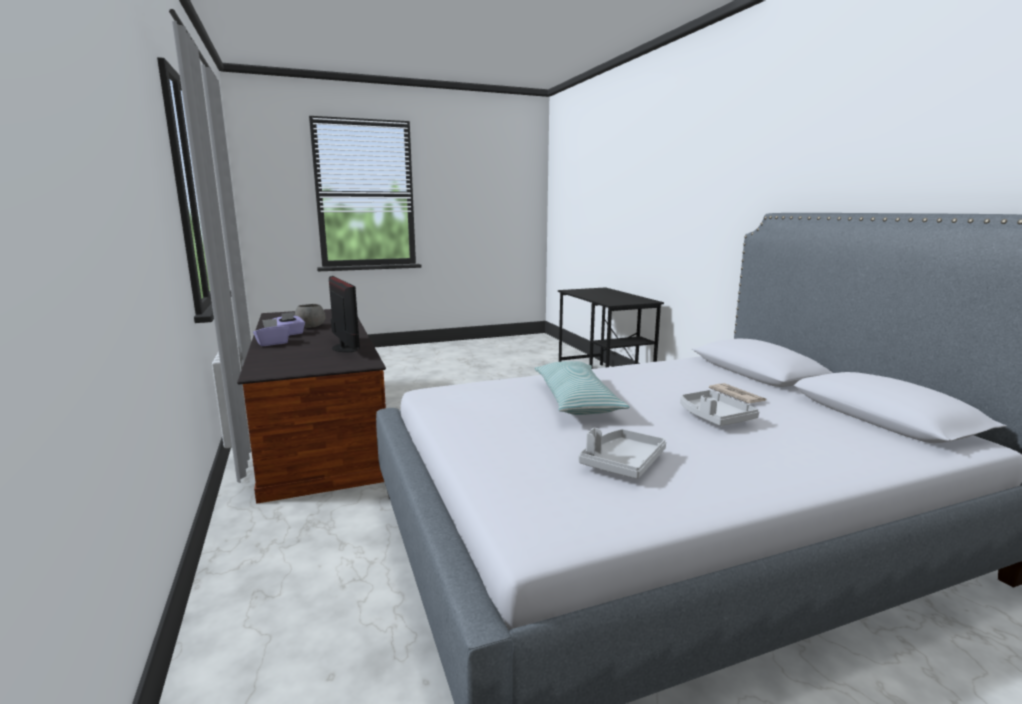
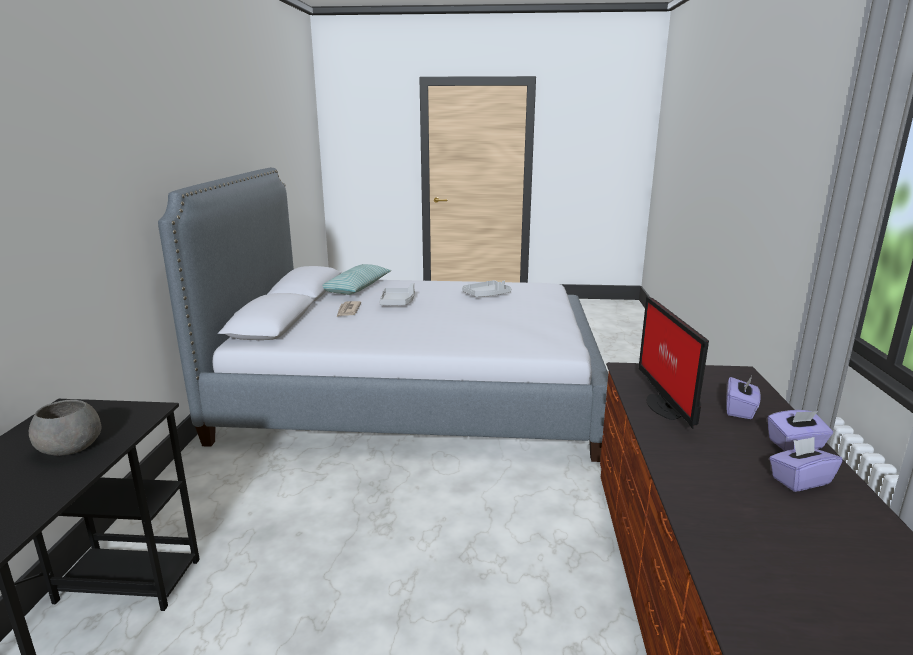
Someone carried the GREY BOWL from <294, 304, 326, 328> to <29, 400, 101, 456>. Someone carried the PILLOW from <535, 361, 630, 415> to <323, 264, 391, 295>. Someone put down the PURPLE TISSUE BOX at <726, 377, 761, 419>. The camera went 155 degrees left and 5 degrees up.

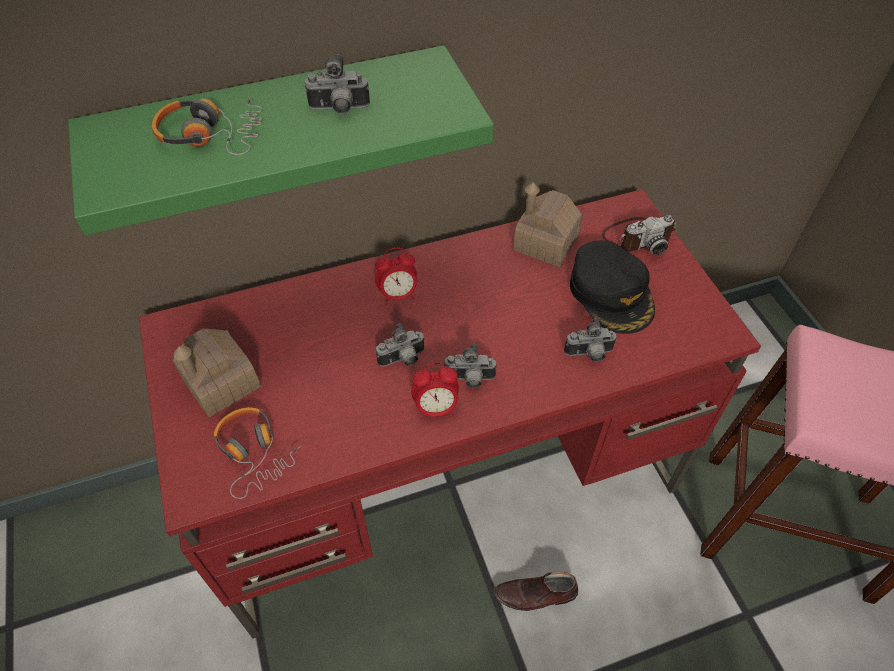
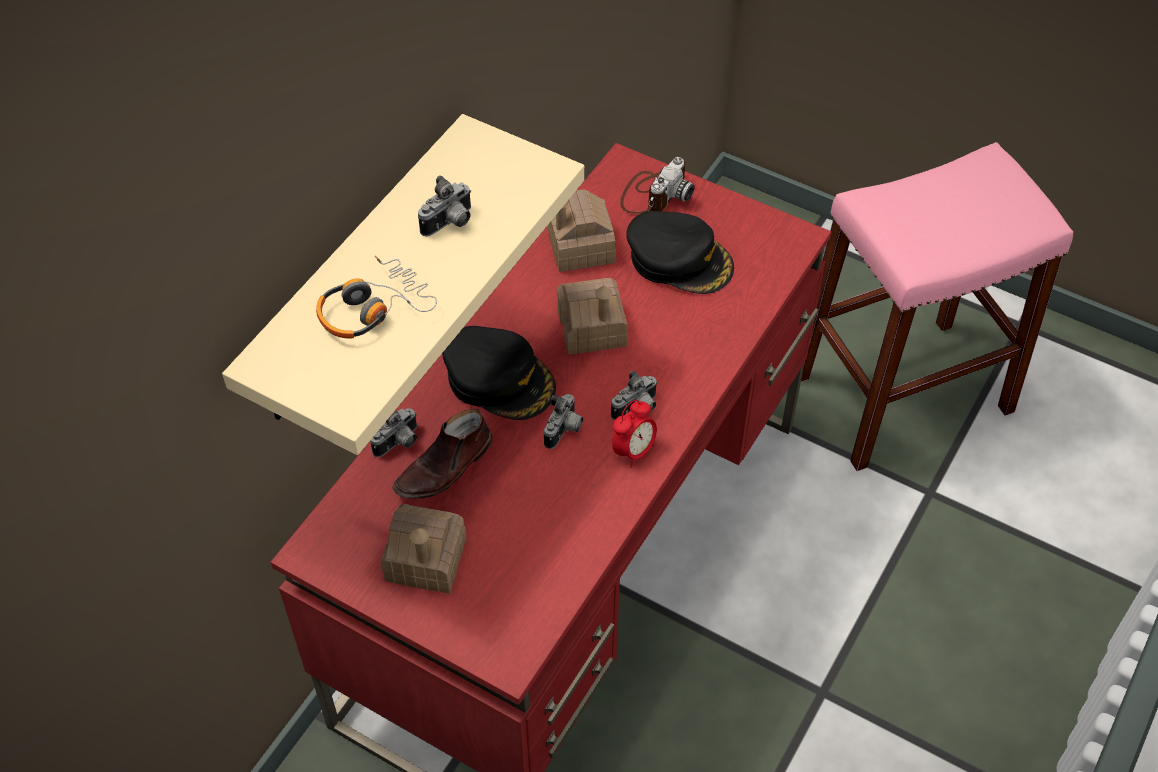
Someone repainted the GREEN SHELF at <68, 45, 494, 235>, which became the BEIGE SHELF at <222, 114, 584, 455>. Someone took away the HEADPHONES at <214, 407, 301, 499>. Someone swapped the ALARM CLOCK at <375, 248, 417, 305> for the BLACK CAP at <442, 326, 556, 420>. Someone carried the BROWN SHOE from <494, 571, 578, 611> to <392, 409, 492, 499>. Someone carried the PHOTO CAMERA from <564, 318, 617, 362> to <370, 408, 417, 457>. Someone put down the TOY HOUSE at <557, 278, 627, 355>. The camera went 40 degrees left and 0 degrees up.

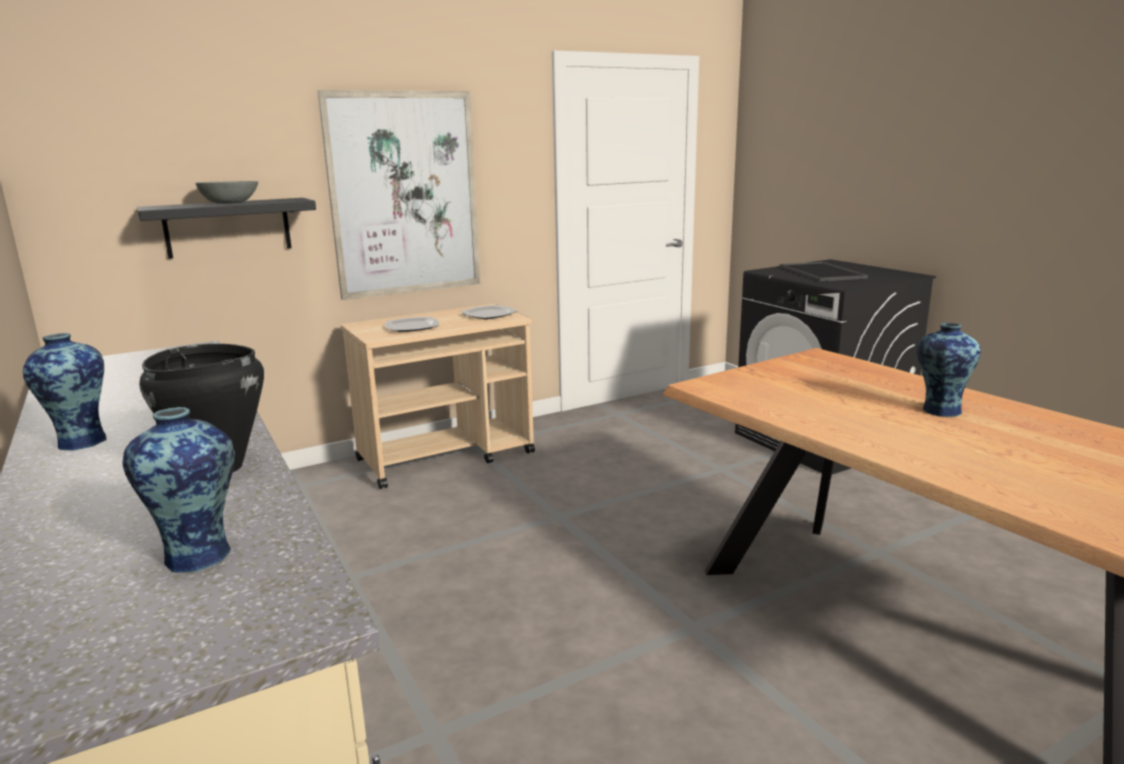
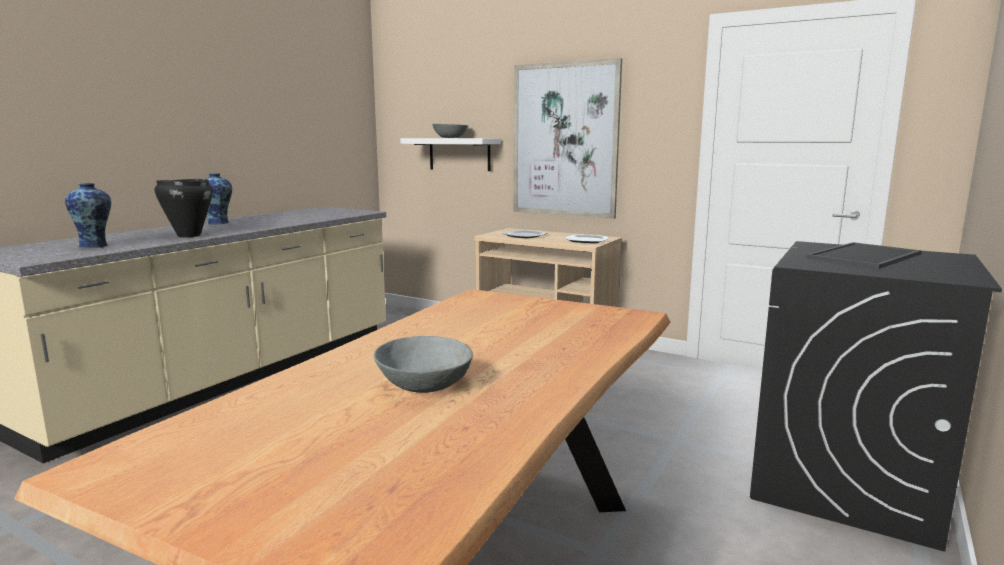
Someone repainted the BLACK SHELF at <137, 198, 316, 259>, which became the WHITE SHELF at <400, 138, 501, 171>. Someone took away the VASE at <917, 323, 981, 417>. Someone put down the GREY BOWL at <374, 336, 473, 393>. The camera went 60 degrees right and 5 degrees down.

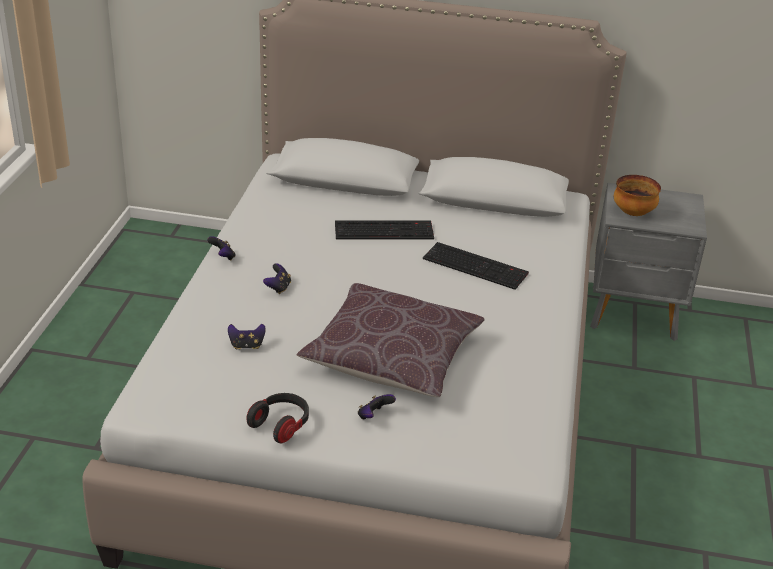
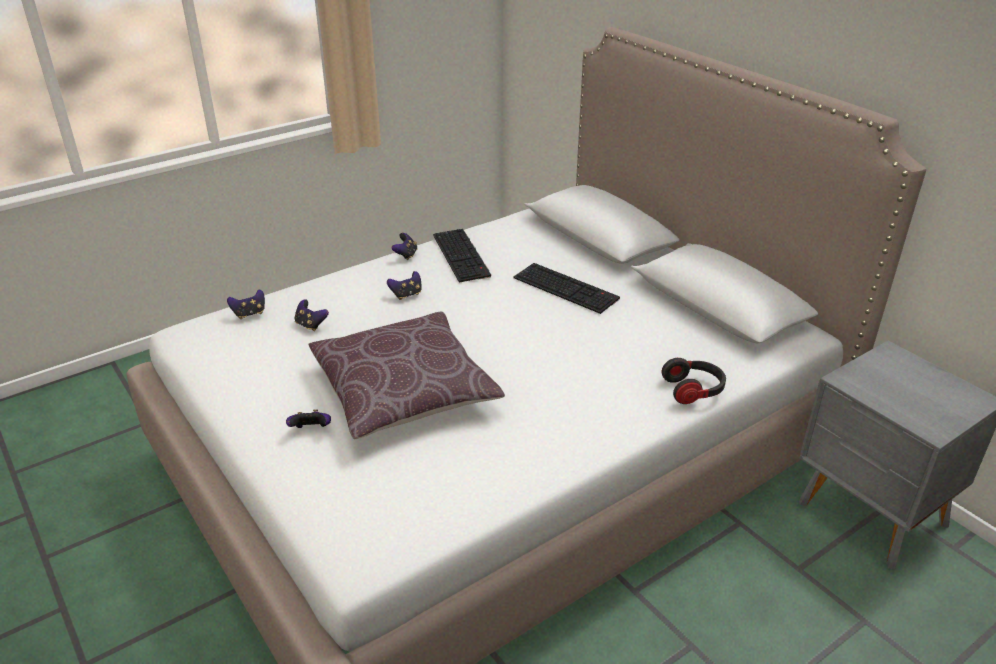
Someone carried the HEADPHONES from <246, 393, 309, 443> to <662, 358, 726, 404>. Someone carried the KEYBOARD from <423, 242, 529, 290> to <433, 229, 491, 282>. Someone took away the BOWL at <614, 175, 661, 216>. Someone put down the GAME CONTROLLER at <227, 289, 265, 319>. The camera went 45 degrees right and 0 degrees up.

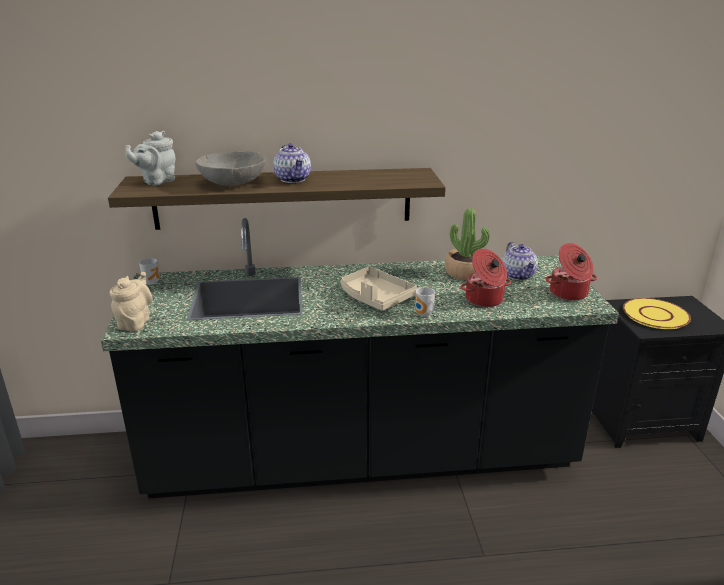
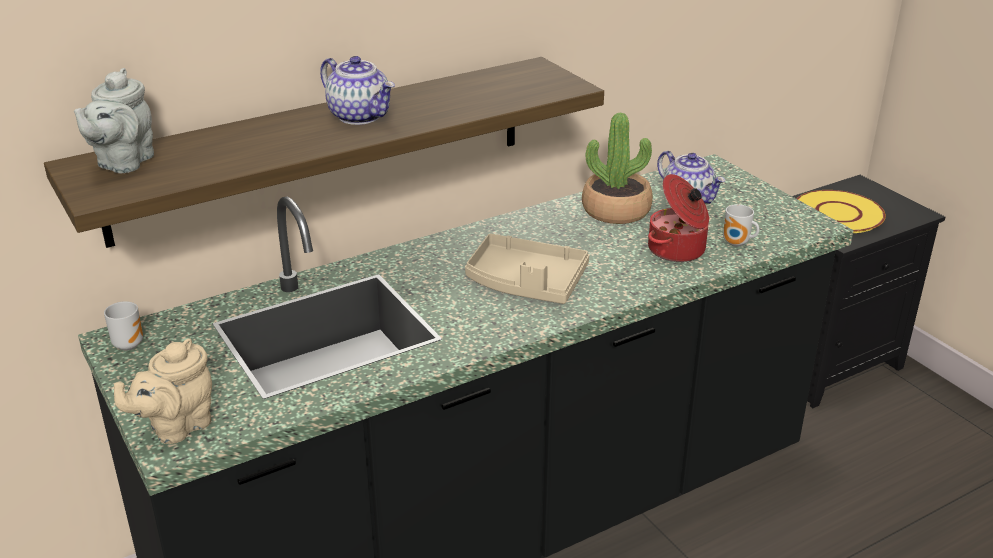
Someone rotated the BEIGE TEAPOT at <110, 272, 153, 331> by 120 degrees counterclockwise. Someone took away the GREY BOWL at <196, 151, 266, 185>. Someone carried the MUG from <415, 287, 435, 317> to <723, 204, 759, 247>. Someone took away the COOKING POT at <545, 243, 597, 301>. The camera went 25 degrees left and 5 degrees up.

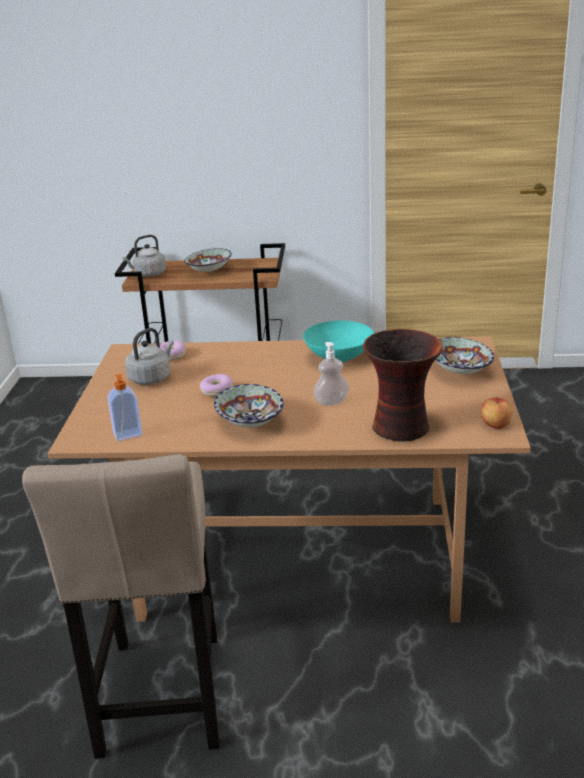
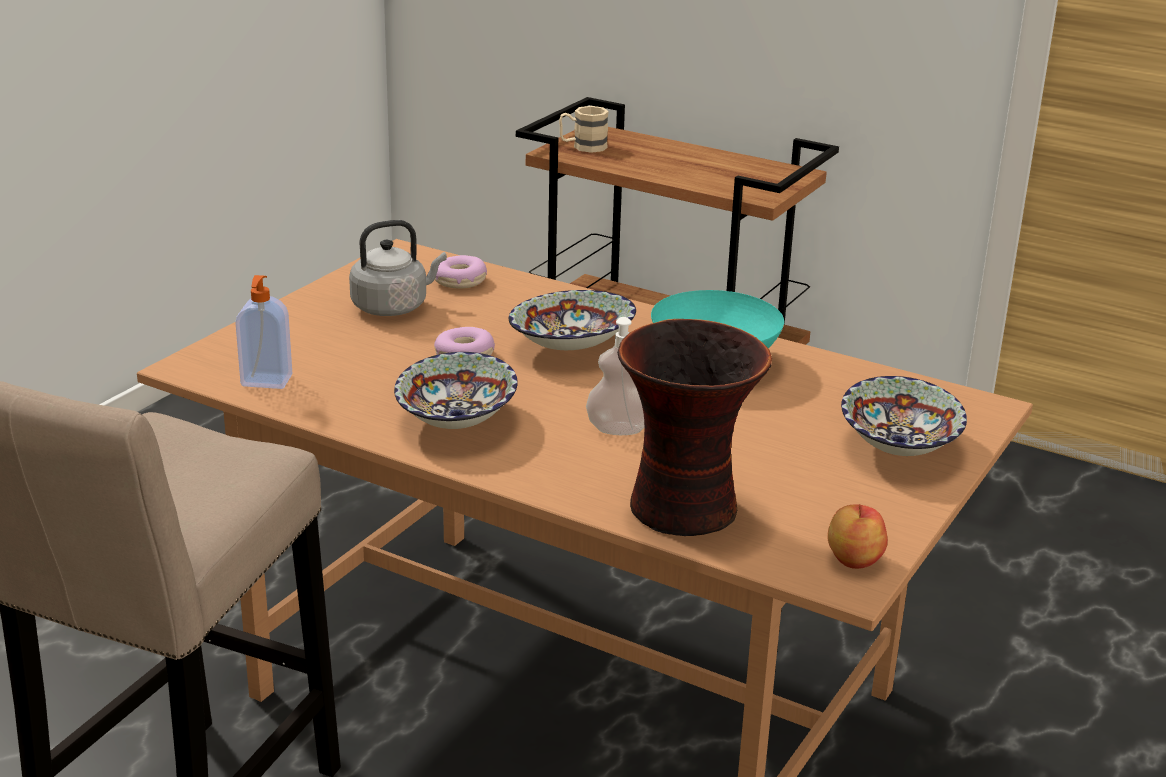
Someone swapped the GREY KETTLE at <123, 235, 166, 277> for the BEIGE MUG at <559, 106, 609, 153>. Someone carried the BOWL from <184, 248, 232, 272> to <509, 290, 636, 350>. The camera went 25 degrees right and 0 degrees up.

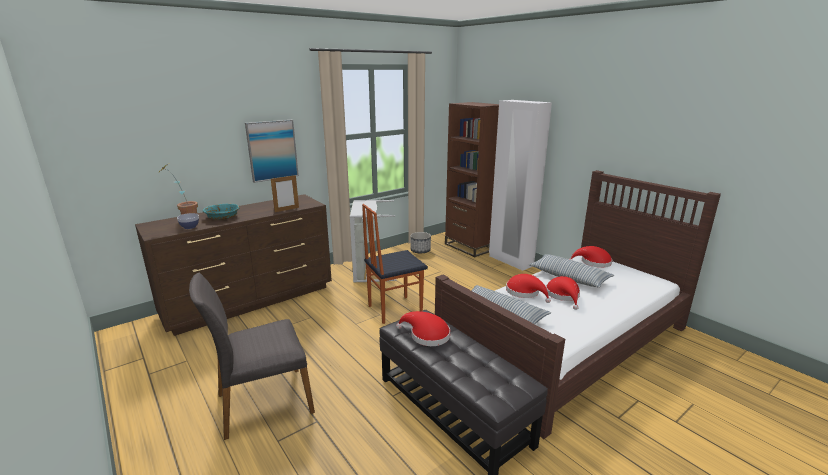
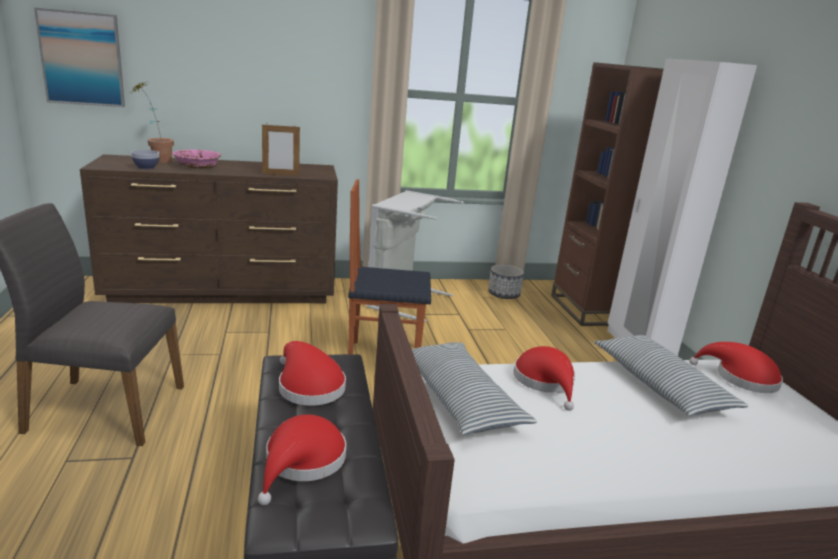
Someone repainted the TURQUOISE BOWL at <203, 203, 239, 220>, which became the PINK BOWL at <173, 150, 221, 168>. Someone carried the PICTURE from <245, 120, 299, 183> to <34, 7, 125, 107>. Someone carried the RED HAT from <546, 276, 580, 310> to <258, 414, 346, 505>. The camera went 25 degrees right and 0 degrees up.

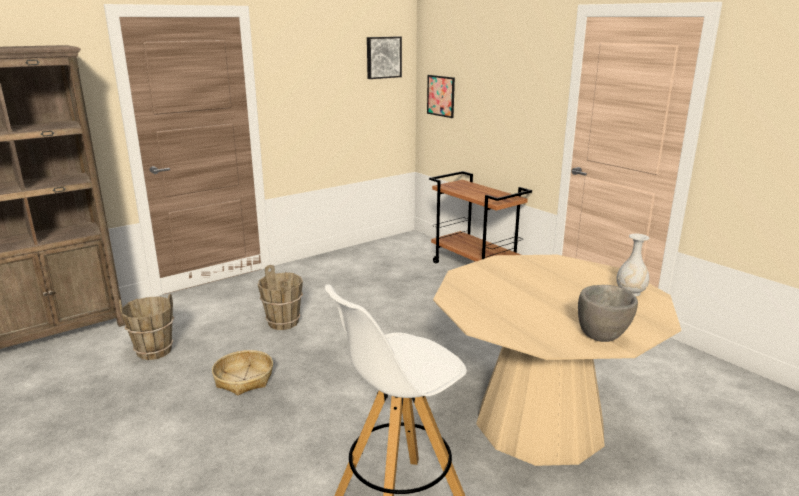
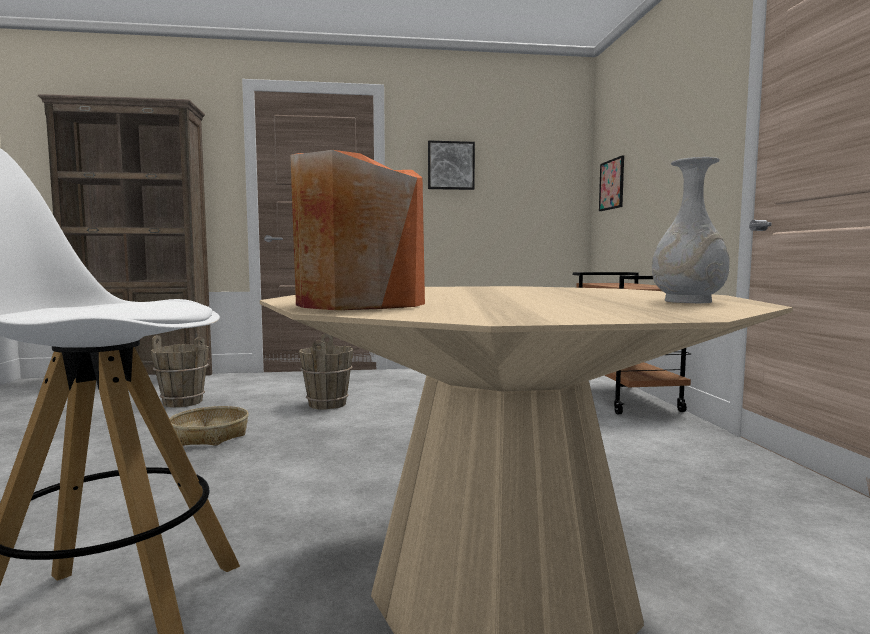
Someone carried the PICTURE from <367, 36, 402, 79> to <428, 141, 475, 190>. Someone took away the GREY BOWL at <578, 285, 638, 342>. Someone put down the ORANGE VASE at <290, 150, 425, 310>. The camera went 30 degrees right and 15 degrees down.

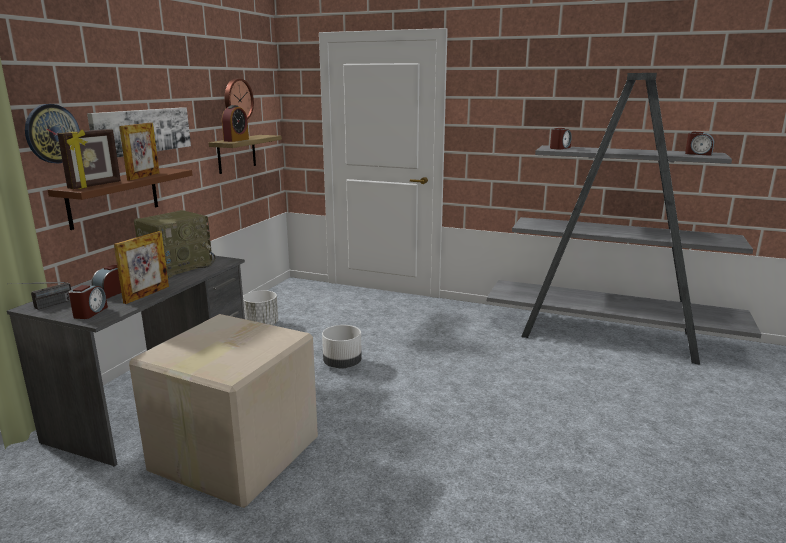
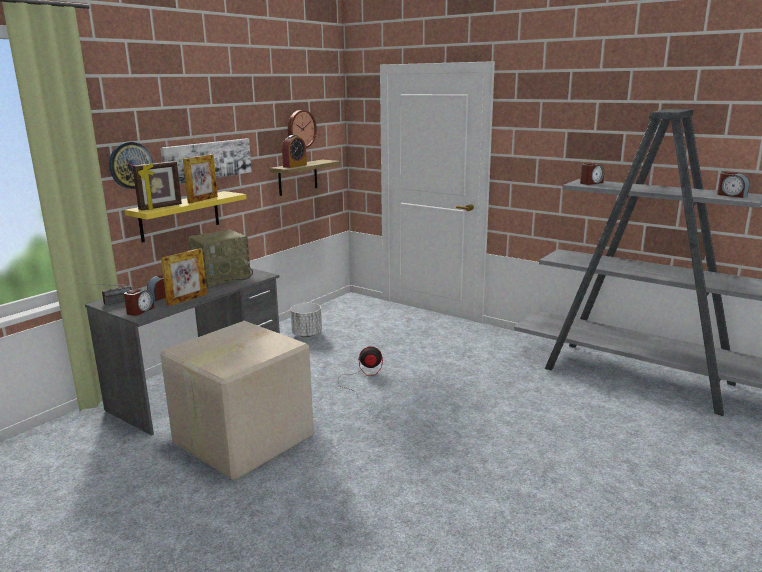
Someone repainted the BROWN SHELF at <48, 168, 192, 230>, which became the YELLOW SHELF at <125, 191, 247, 243>. Someone swapped the WHITE PLANTER at <322, 325, 362, 368> for the FAN at <338, 346, 383, 394>. The camera went 15 degrees right and 0 degrees up.

